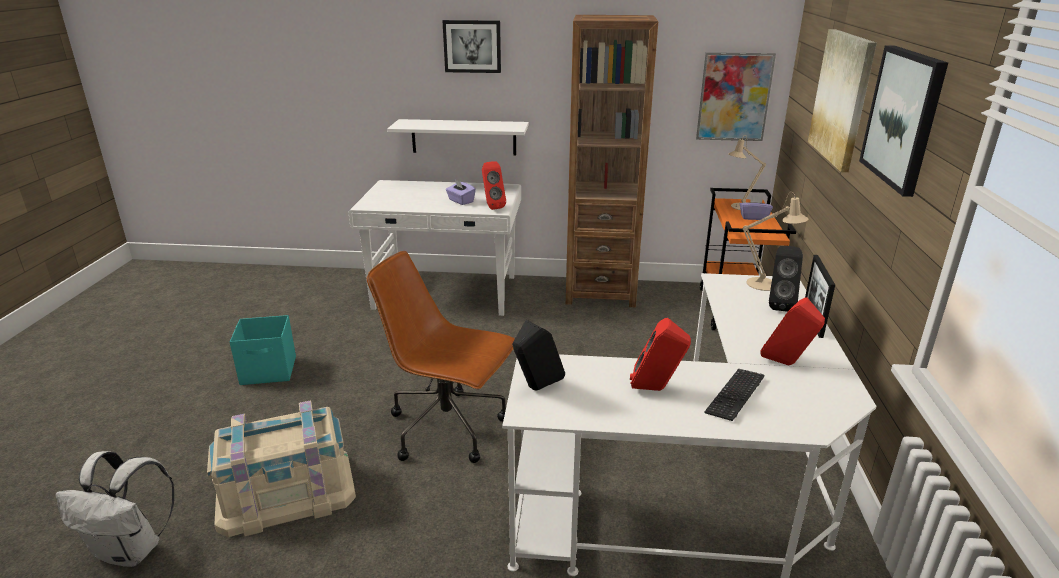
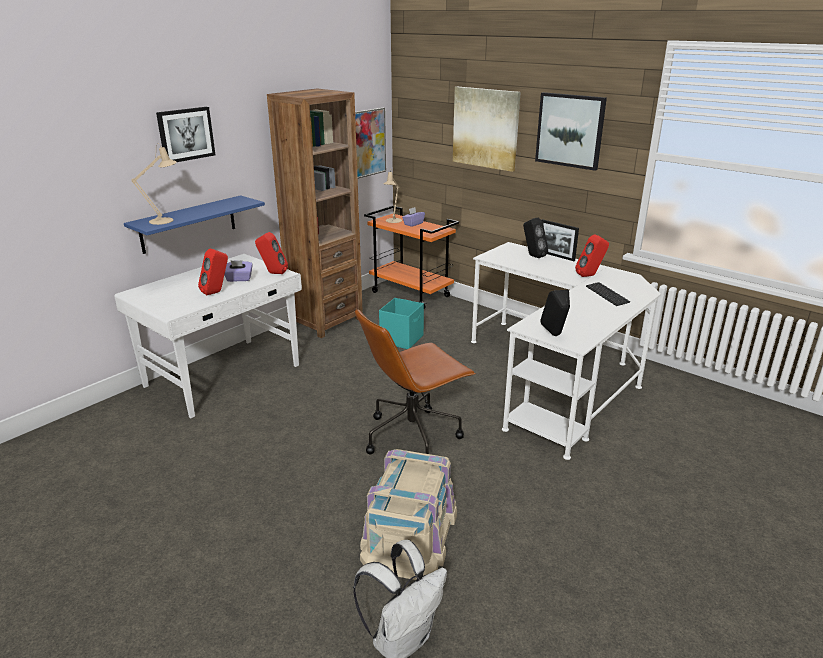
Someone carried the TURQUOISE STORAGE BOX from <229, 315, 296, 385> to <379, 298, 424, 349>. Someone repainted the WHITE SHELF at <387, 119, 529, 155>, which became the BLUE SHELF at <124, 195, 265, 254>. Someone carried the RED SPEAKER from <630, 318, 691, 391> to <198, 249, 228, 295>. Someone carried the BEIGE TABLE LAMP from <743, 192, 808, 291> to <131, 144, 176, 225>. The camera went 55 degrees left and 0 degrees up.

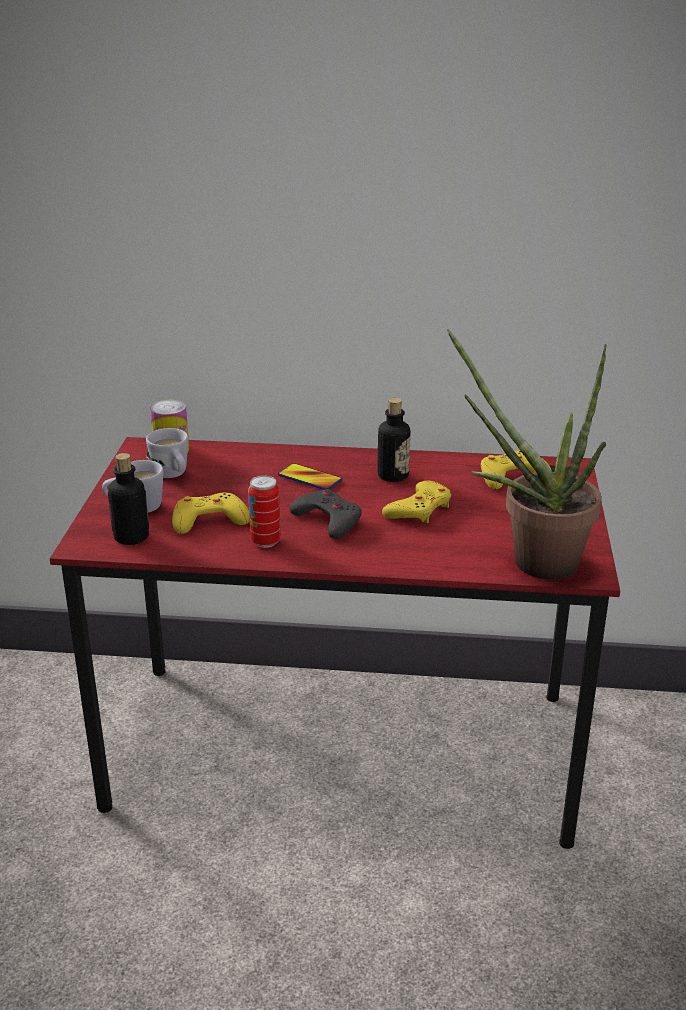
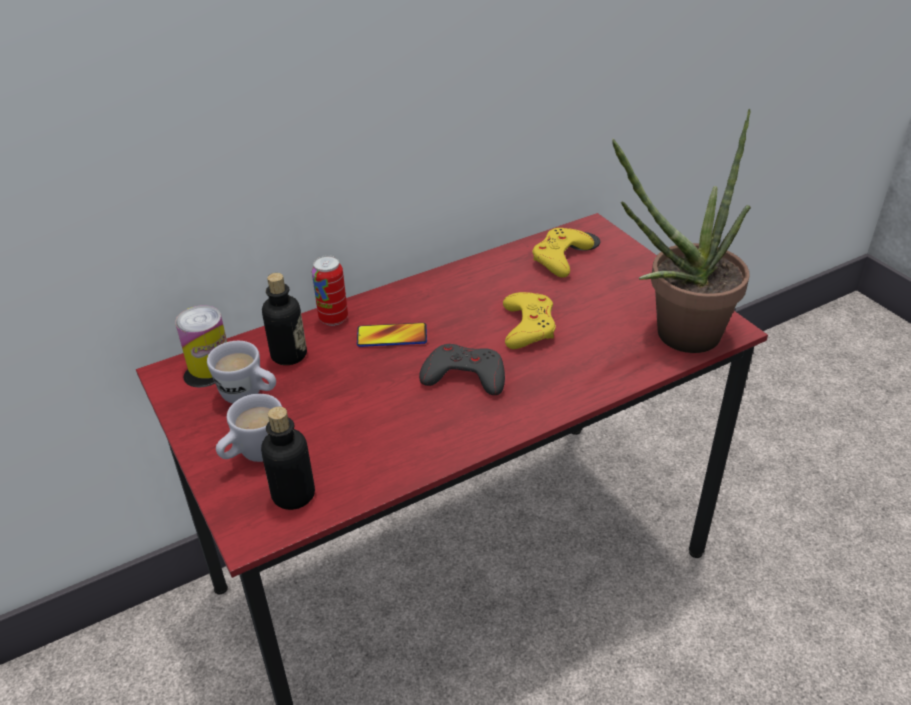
Someone took away the YELLOW GAME CONTROLLER at <172, 493, 250, 534>. Someone carried the CAN from <248, 475, 281, 548> to <312, 255, 348, 326>. Someone carried the BOTTLE from <377, 398, 411, 482> to <262, 273, 307, 365>. The camera went 35 degrees left and 10 degrees up.

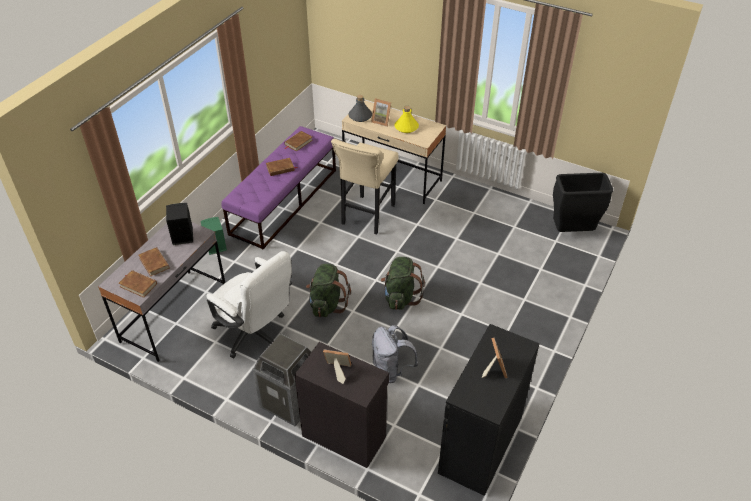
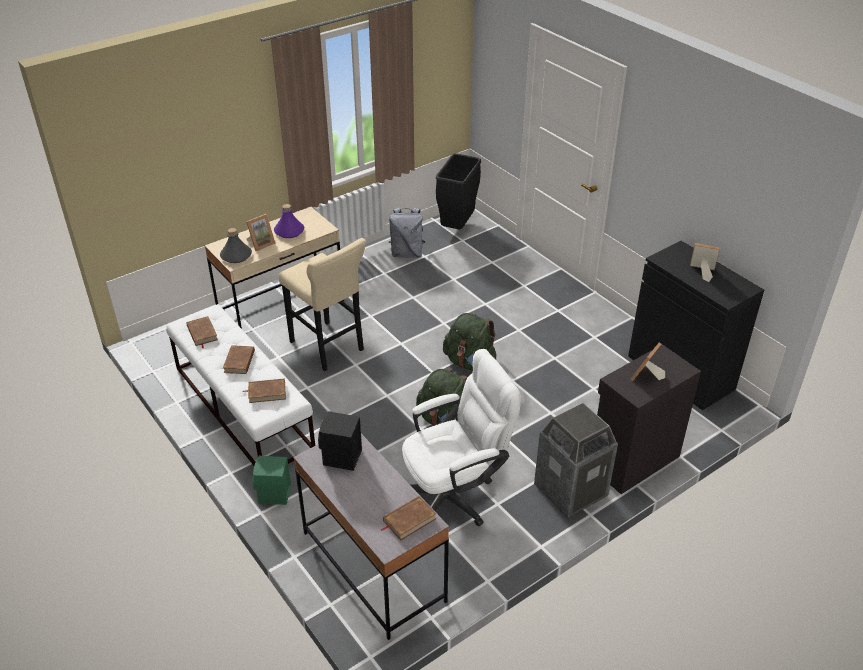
Someone carried the BROWN BOOK from <138, 247, 169, 277> to <243, 378, 286, 403>. Someone repainted the PURPLE BENCH at <222, 126, 336, 250>, which became the WHITE BENCH at <166, 304, 315, 466>. Someone carried the GREY BACKPACK from <372, 325, 418, 383> to <389, 207, 426, 258>. Someone repainted the YELLOW BOTTLE at <394, 106, 419, 133>, which became the PURPLE BOTTLE at <274, 204, 304, 238>. The camera went 65 degrees left and 5 degrees down.

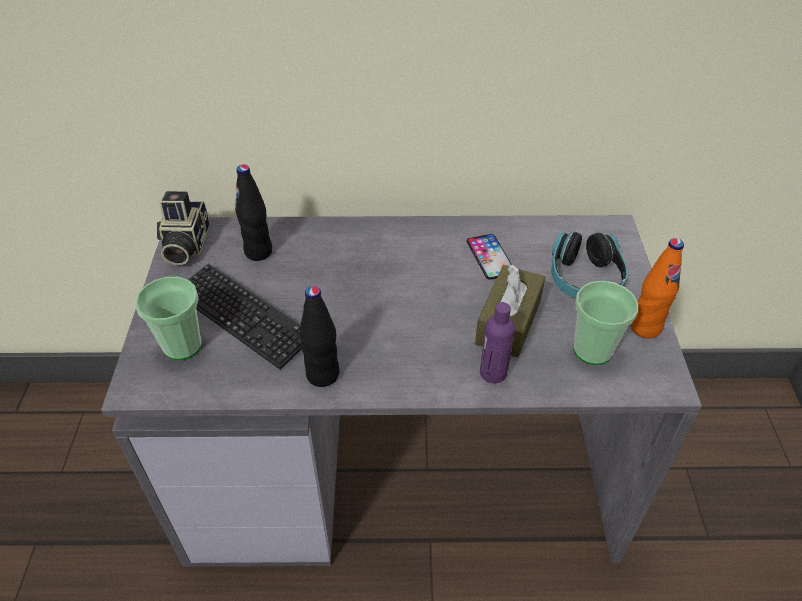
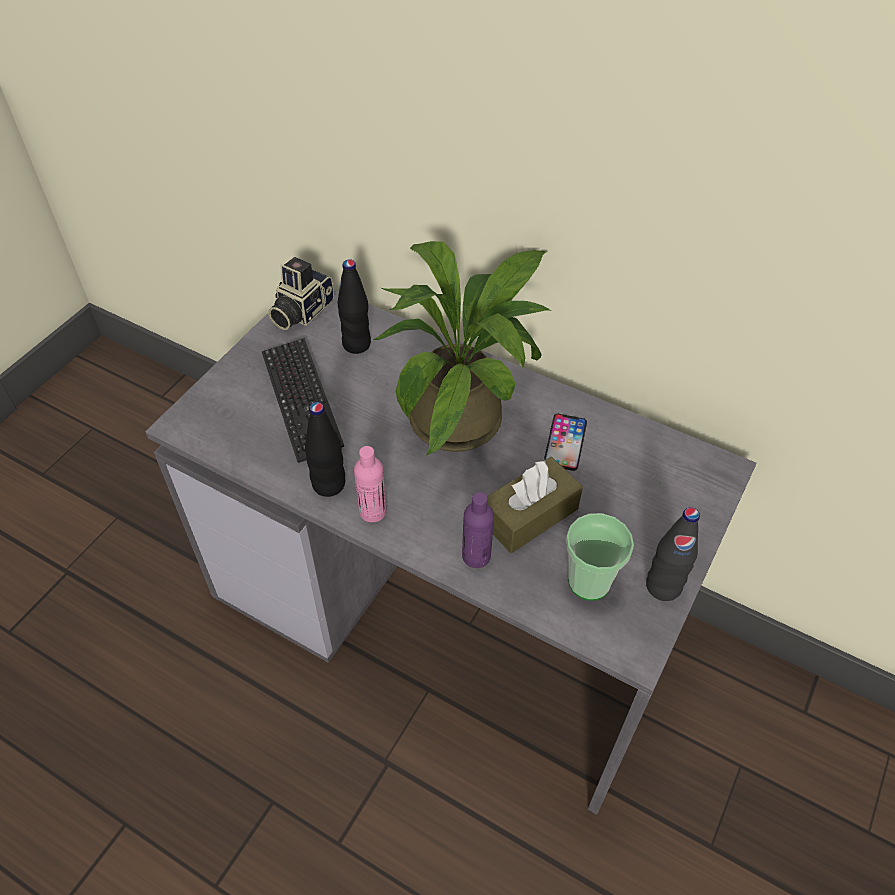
Someone took away the CUP at <135, 277, 202, 360>. Someone took away the HEADPHONES at <551, 232, 628, 298>. Someone repainted the ORANGE BOTTLE at <630, 238, 684, 339>, which became the BLACK BOTTLE at <646, 507, 700, 601>. Someone put down the PINK BOTTLE at <354, 446, 387, 522>. Someone put down the POTTED PLANT at <373, 241, 551, 455>. The camera went 30 degrees right and 5 degrees up.

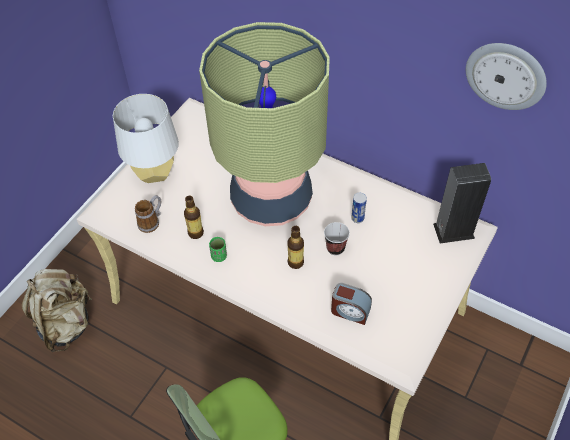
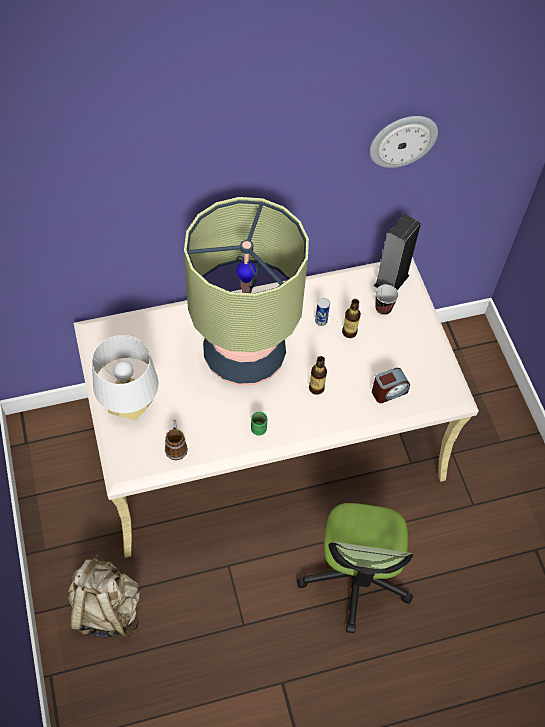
Someone carried the BOTTLE from <184, 196, 204, 239> to <342, 299, 361, 338>. Someone carried the CUP from <324, 222, 350, 255> to <375, 284, 399, 315>. The camera went 50 degrees left and 5 degrees up.

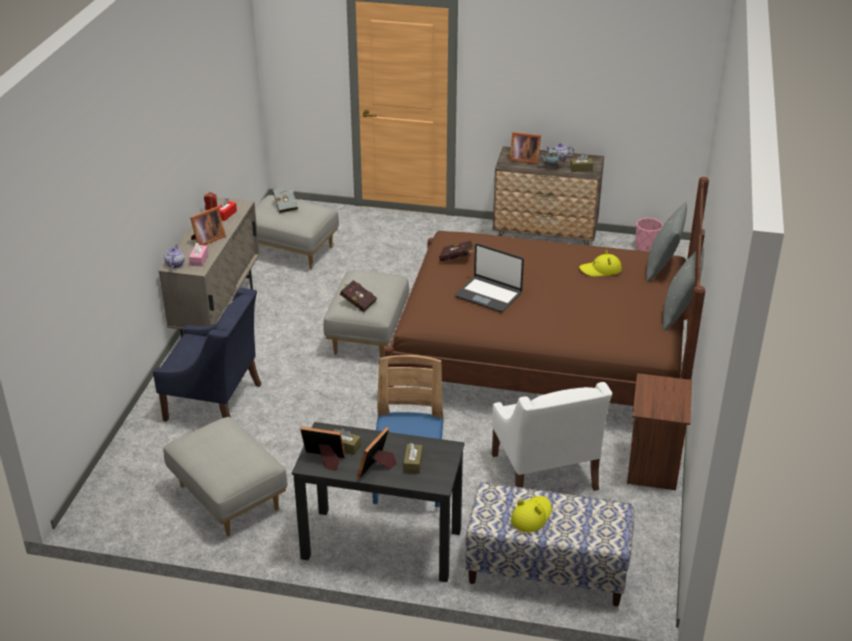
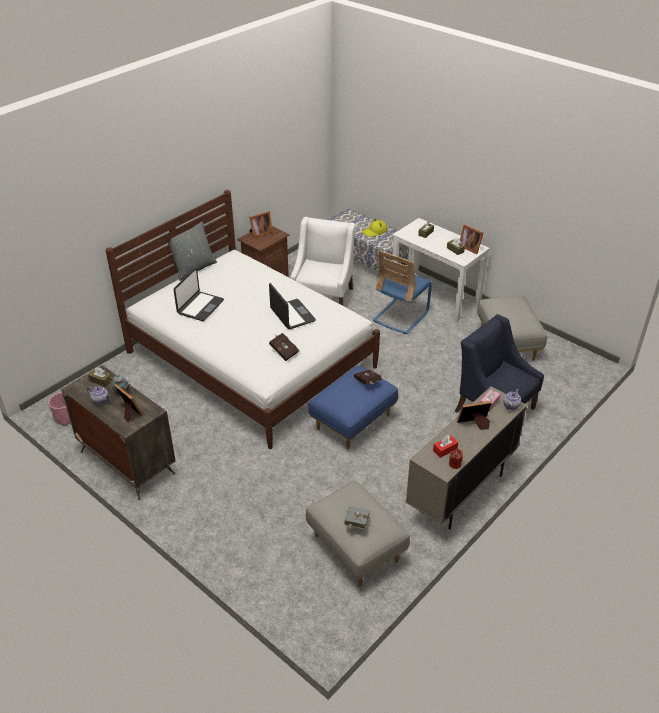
Someone repainted the BLACK DESK at <292, 422, 465, 582>, which became the WHITE DESK at <392, 218, 490, 322>. Someone repainted the GREY OTTOMAN at <324, 270, 409, 358>, which became the BLUE OTTOMAN at <308, 365, 398, 449>. Someone carried the PICTURE FRAME from <357, 427, 397, 479> to <250, 211, 273, 238>. Someone repainted the BROWN BED at <384, 177, 709, 406>, which became the WHITE BED at <106, 190, 380, 449>. Someone swapped the YELLOW HAT at <579, 250, 622, 277> for the LAPTOP at <174, 268, 224, 321>. Someone took away the GREY PILLOW at <646, 202, 687, 282>. The camera went 150 degrees left and 5 degrees up.

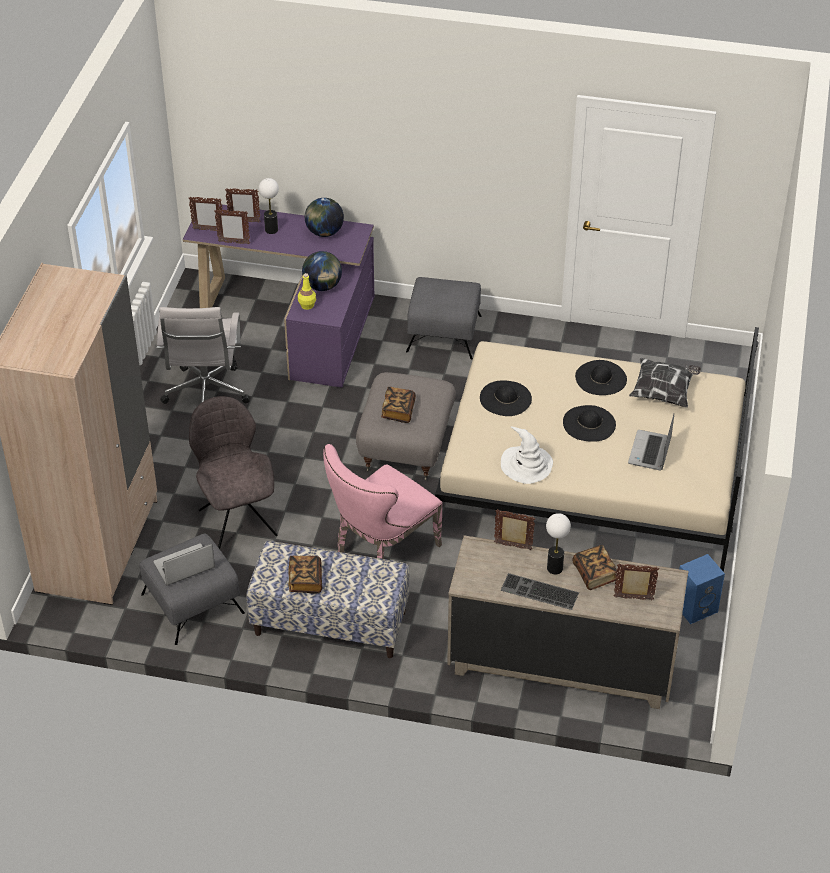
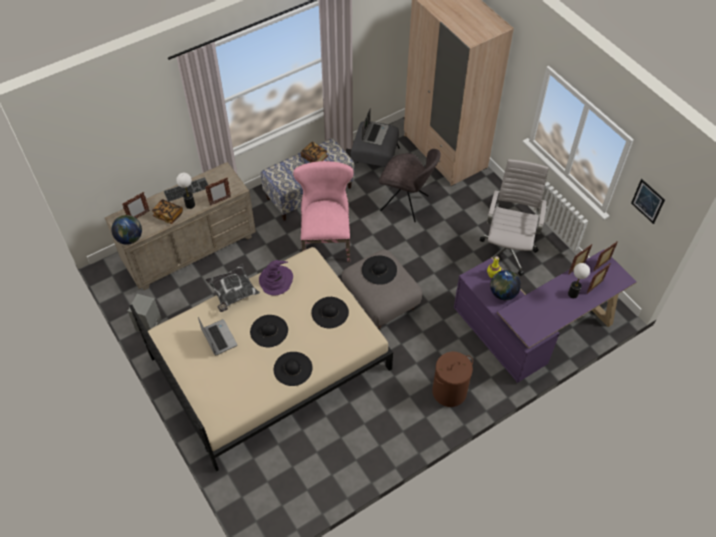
Someone rotated the WHITE OFFICE CHAIR at <157, 307, 250, 404> by 60 degrees clockwise. Someone carried the GLOBE from <305, 198, 344, 237> to <111, 215, 142, 245>. Someone swapped the BOOK at <381, 387, 416, 423> for the BLACK HAT at <362, 256, 397, 285>. Someone swapped the GREY OTTOMAN at <406, 277, 481, 359> for the BROWN LAUNDRY BASKET at <432, 352, 473, 407>. Someone repainted the WHITE HAT at <501, 427, 553, 484>, which became the PURPLE HAT at <259, 260, 293, 296>. Someone carried the PILLOW from <629, 358, 701, 407> to <205, 264, 260, 312>. Someone repainted the BLUE SPEAKER at <680, 554, 725, 624>, which became the GREY SPEAKER at <128, 294, 162, 332>. Someone put up the PICTURE at <631, 179, 665, 224>. The camera went 135 degrees right and 10 degrees up.

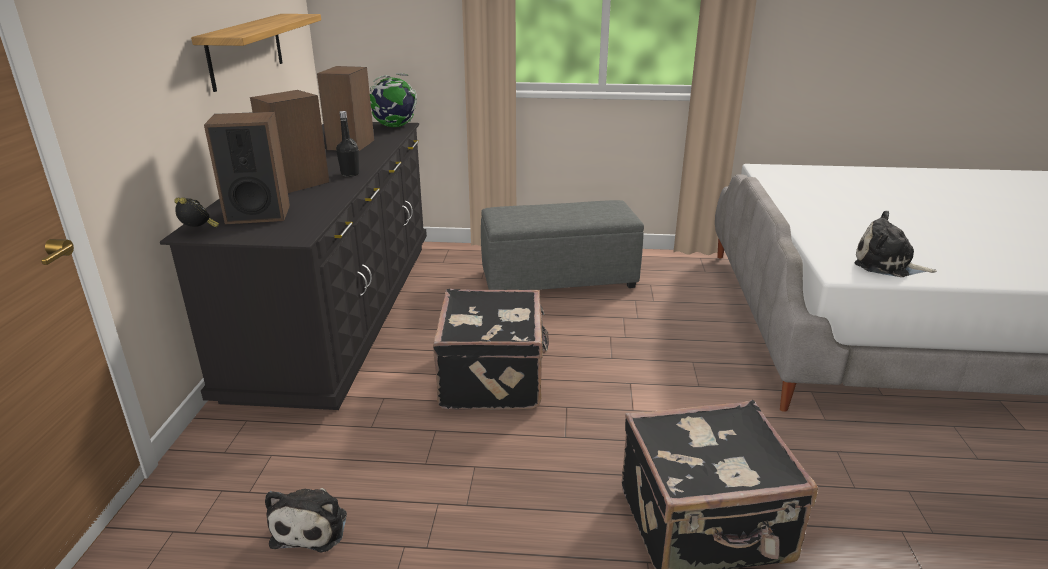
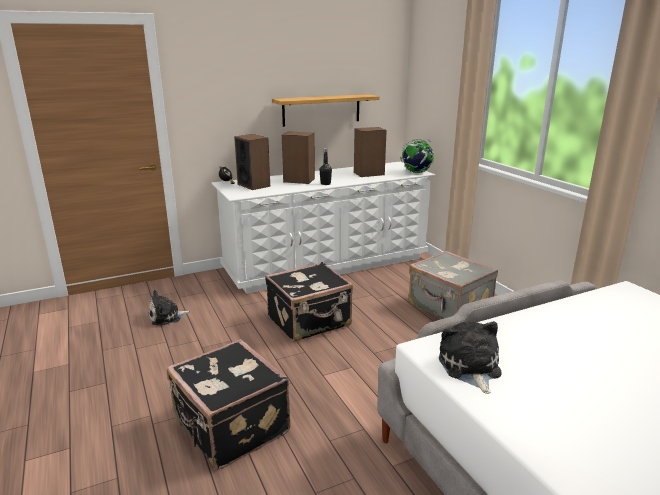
Someone repainted the BLACK DRESSER at <160, 122, 427, 410>, which became the WHITE DRESSER at <211, 162, 436, 294>. Someone swapped the GREY OTTOMAN at <481, 200, 644, 290> for the GREY SUITCASE at <409, 251, 498, 319>. The camera went 60 degrees right and 5 degrees down.

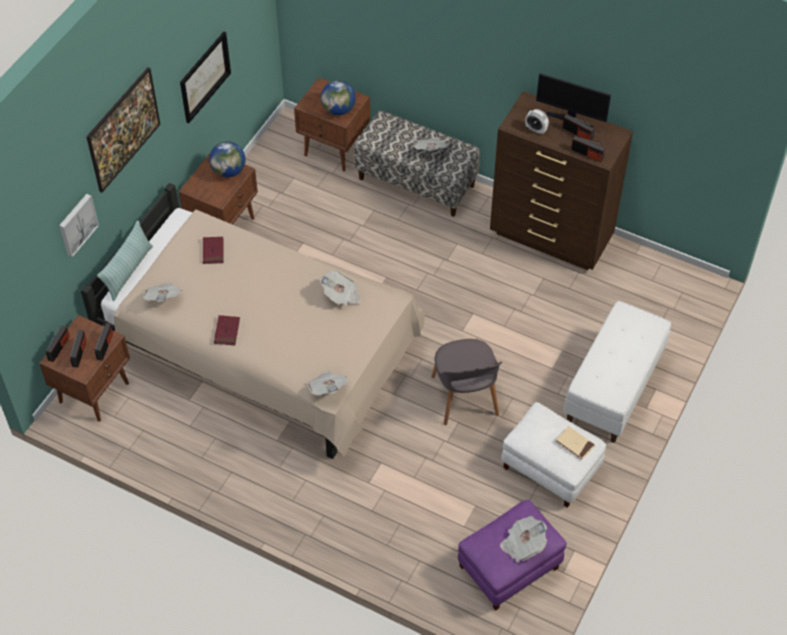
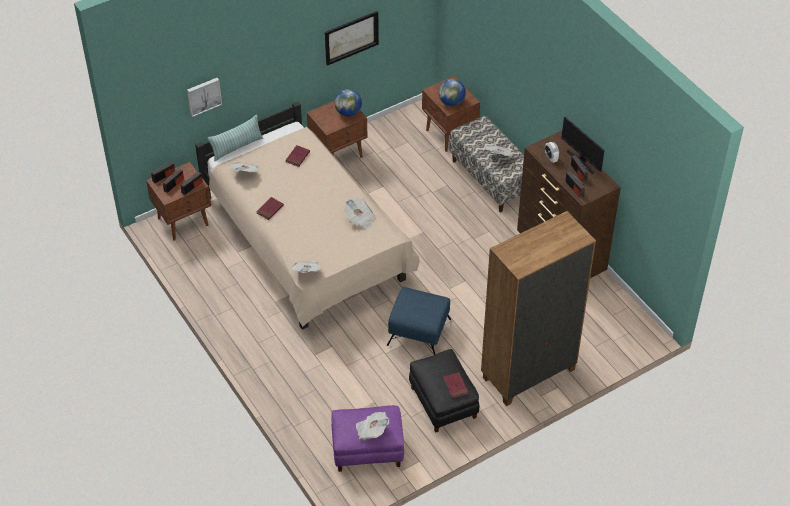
Someone took away the PICTURE at <86, 67, 160, 193>. Someone swapped the GREY CHAIR at <431, 339, 502, 425> for the BLUE OTTOMAN at <387, 287, 451, 355>. Someone repainted the WHITE OTTOMAN at <501, 402, 606, 508>, which became the BLACK OTTOMAN at <409, 349, 479, 433>. Someone repainted the BEIGE BOOK at <556, 426, 595, 460>, which became the RED BOOK at <444, 372, 469, 398>. Someone swapped the WHITE BENCH at <563, 301, 671, 443> for the BROWN BOOKCASE at <481, 211, 596, 406>. The camera went 30 degrees right and 5 degrees down.

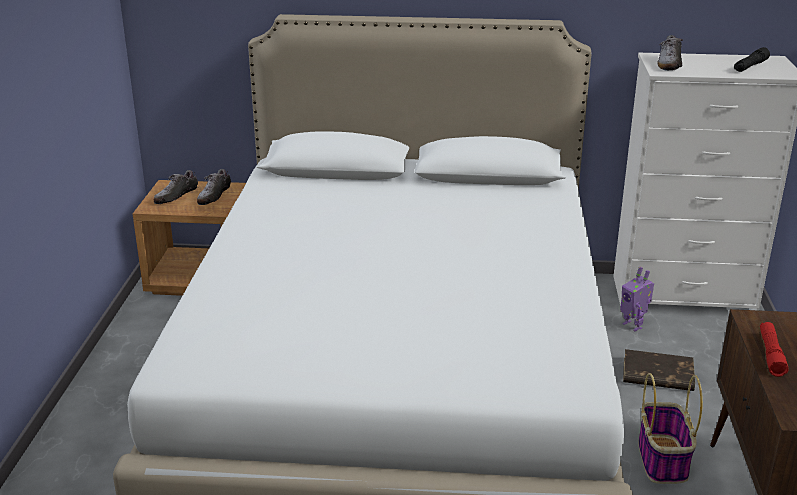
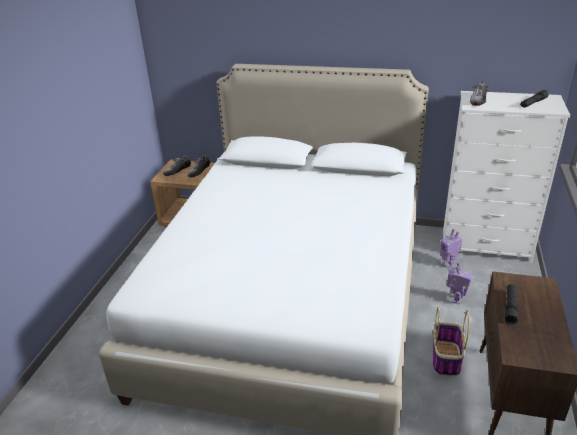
Someone swapped the BROWN BOOK at <623, 349, 695, 391> for the TOY ROBOT at <447, 262, 472, 304>. Someone repainted the RED FLASHLIGHT at <760, 322, 789, 377>, which became the BLACK FLASHLIGHT at <505, 285, 518, 324>. The camera went 10 degrees right and 5 degrees up.

